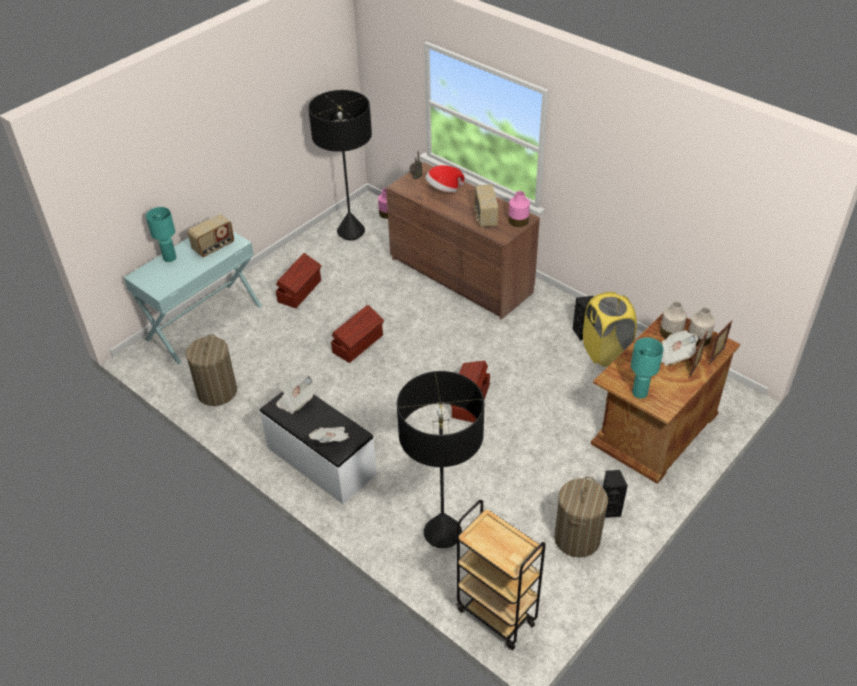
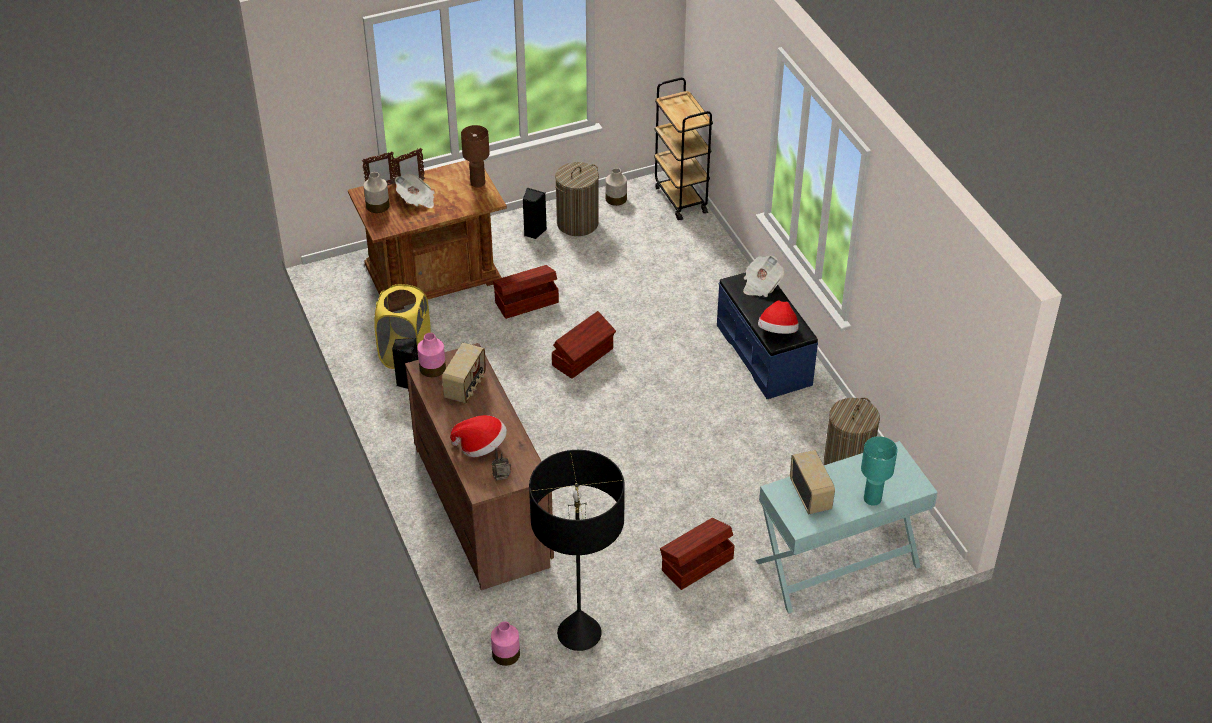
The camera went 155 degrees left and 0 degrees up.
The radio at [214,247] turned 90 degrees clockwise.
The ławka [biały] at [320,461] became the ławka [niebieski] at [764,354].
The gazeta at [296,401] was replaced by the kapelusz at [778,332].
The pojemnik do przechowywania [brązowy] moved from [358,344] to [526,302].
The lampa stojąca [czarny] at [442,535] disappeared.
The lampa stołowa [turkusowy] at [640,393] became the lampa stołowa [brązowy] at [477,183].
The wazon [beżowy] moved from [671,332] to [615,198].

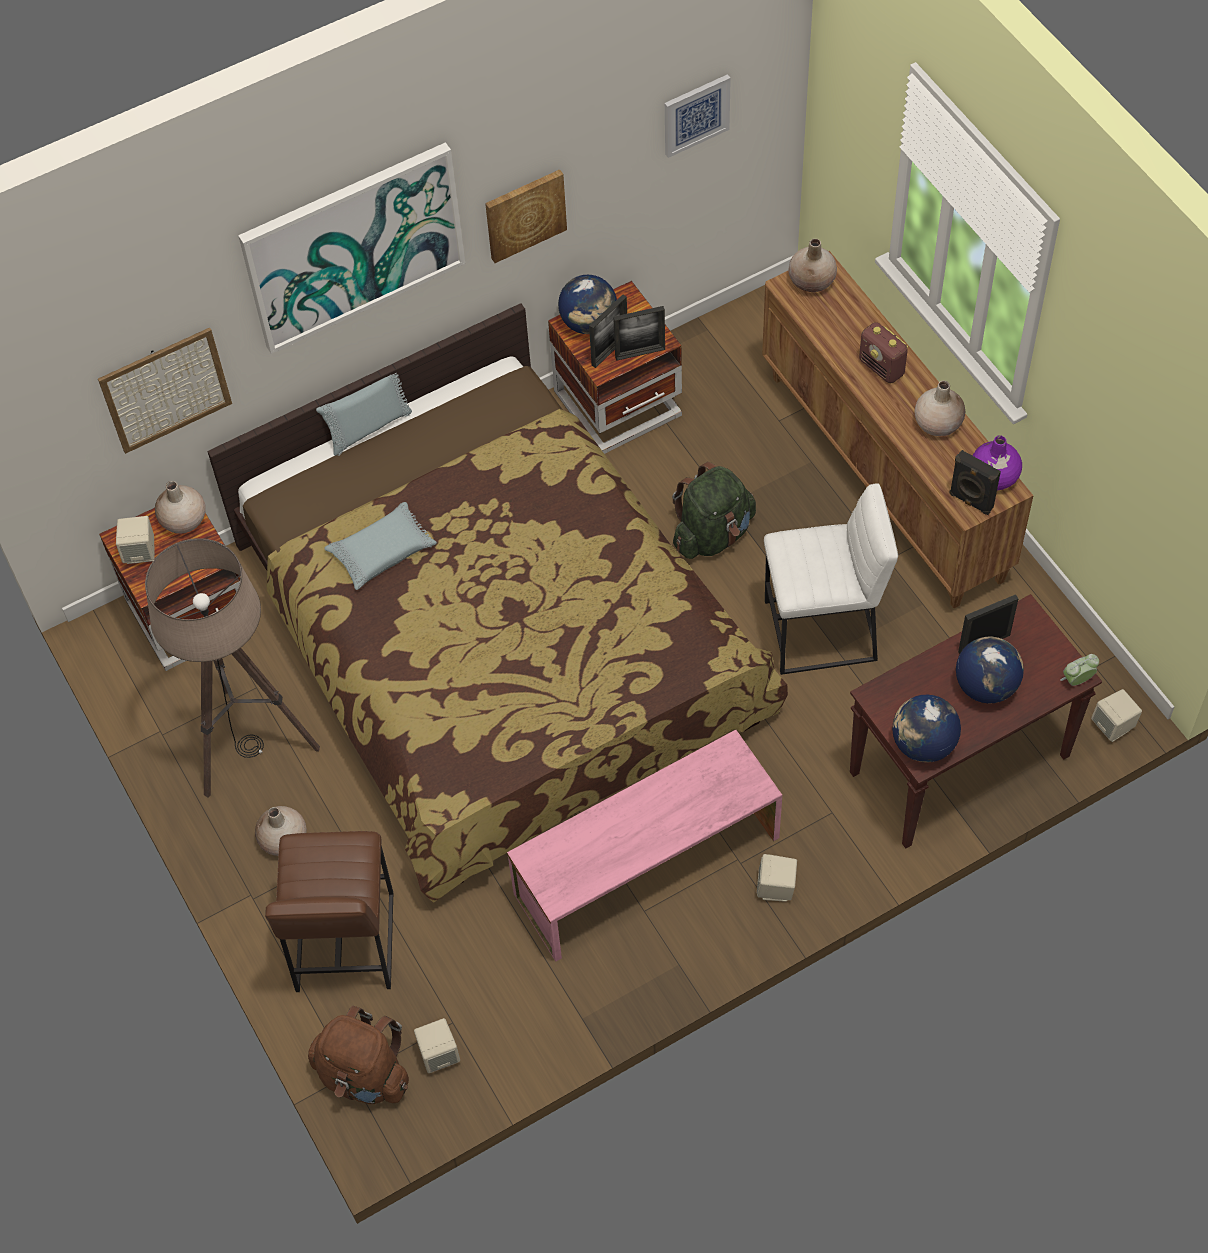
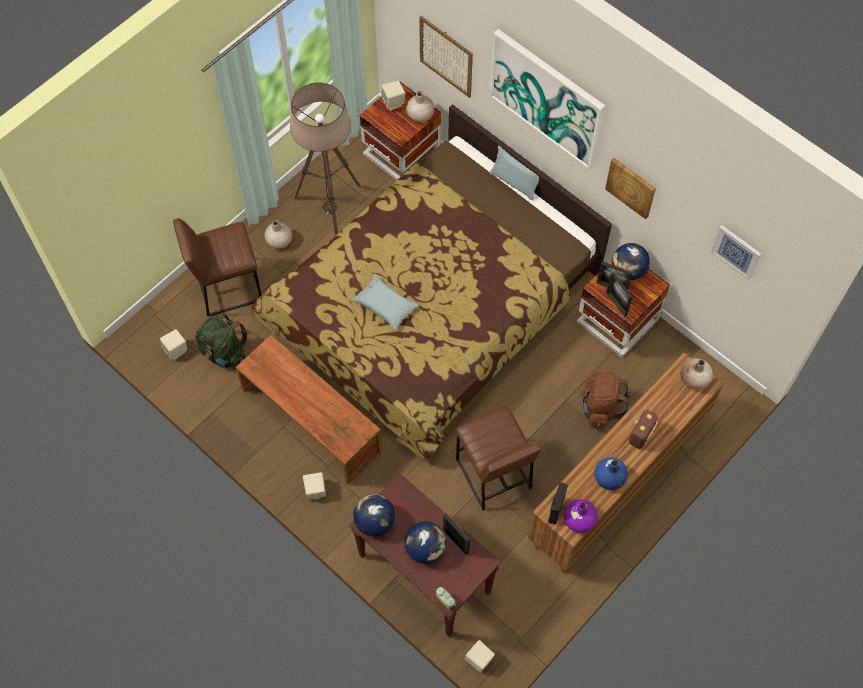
The camera went 70 degrees right and 5 degrees up.
The plecak [brązowy] moved from [364,1075] to [600,407].
The poduszka [niebieski] moved from [381,550] to [385,304].
The ławka [różowy] at [647,863] became the ławka [brązowy] at [313,420].
The plecak [zielony] moved from [713,534] to [224,353].
The krzesło [biały] at [822,630] became the krzesło [brązowy] at [494,475].
The wazon [beżowy] at [938,423] became the wazon [niebieski] at [609,478].

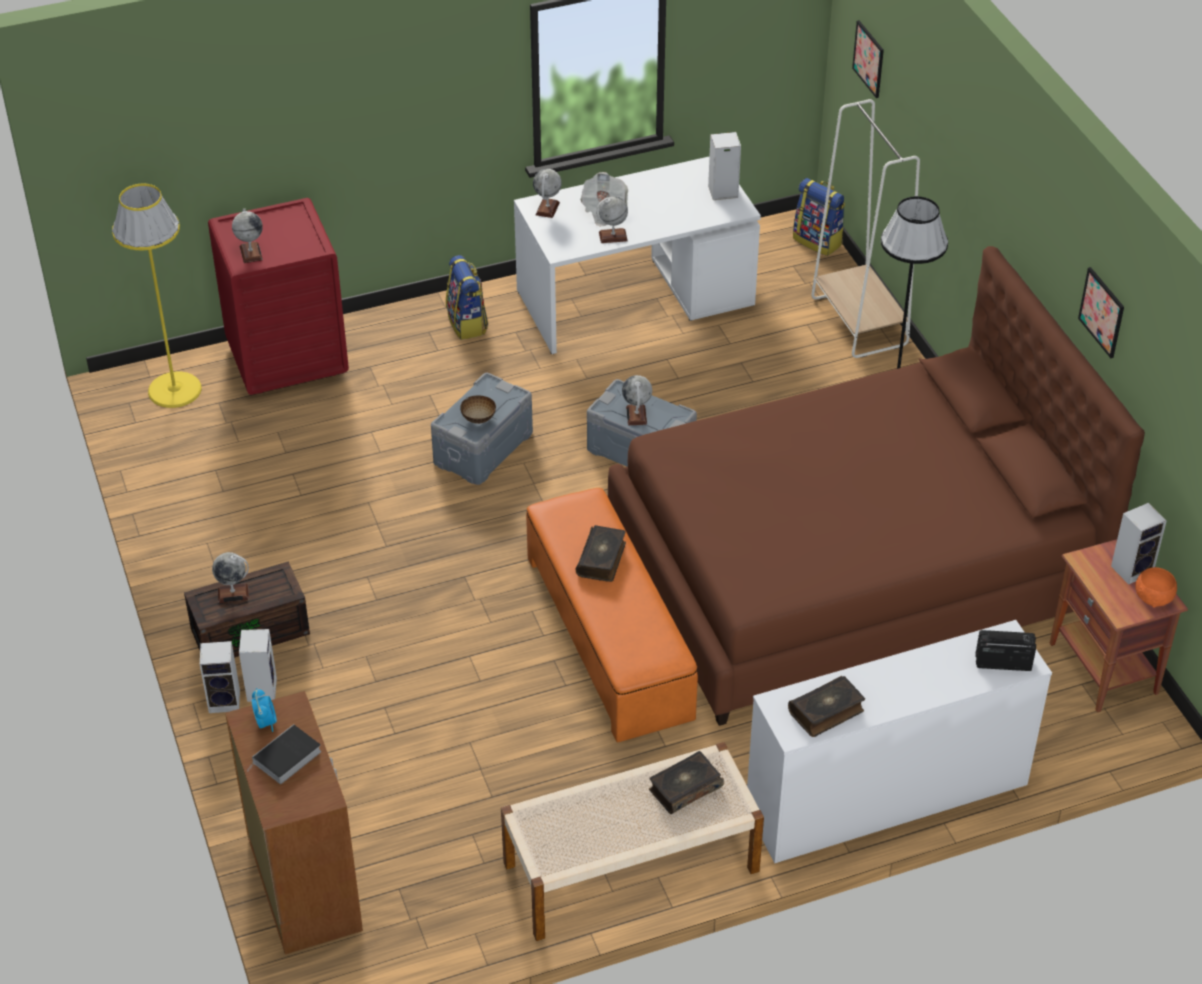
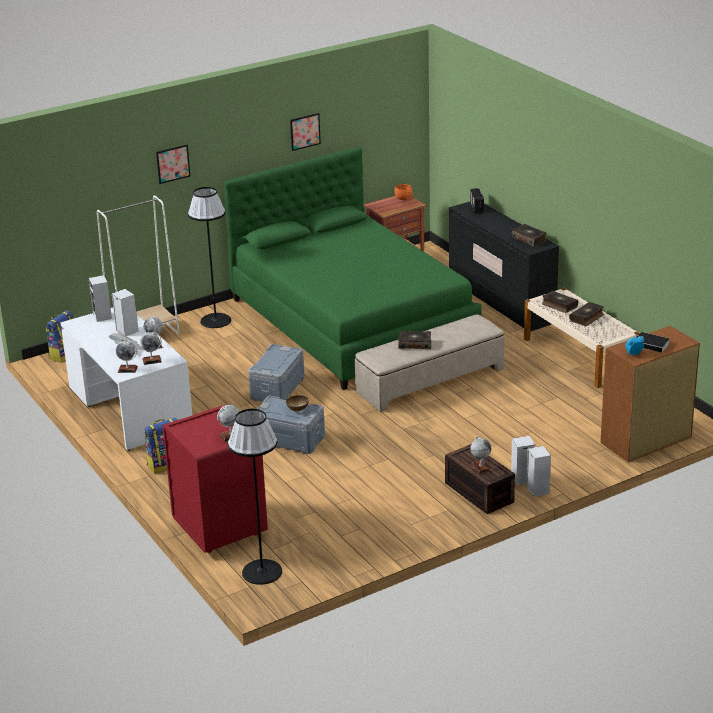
The camera went 100 degrees left and 15 degrees down.
The lampa stojąca [żółty] at [174,390] became the lampa stojąca [czarny] at [262,572].
The ławka [pomarańczowy] at [610,637] became the ławka [beżowy] at [430,380].
The łóżko [brązowy] at [853,569] became the łóżko [zielony] at [352,321].
The globus moved from [636,415] to [152,360].
The komoda [biały] at [886,797] became the komoda [czarny] at [501,302].
The obraz moved from [868,58] to [173,164].
The głośnik moved from [1132,569] to [126,331].
The książka at [587,318] appeared.

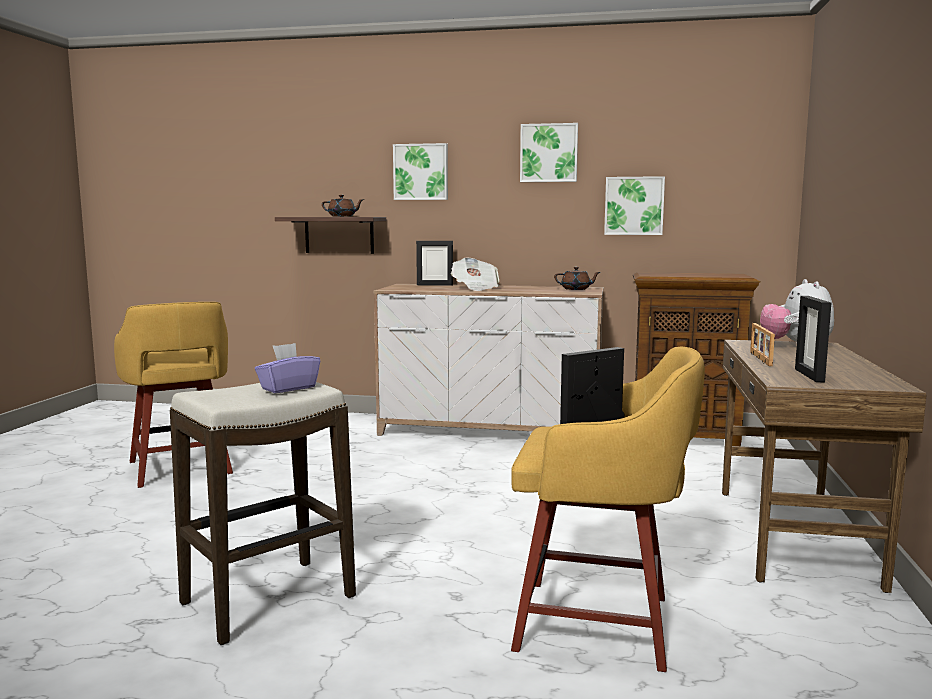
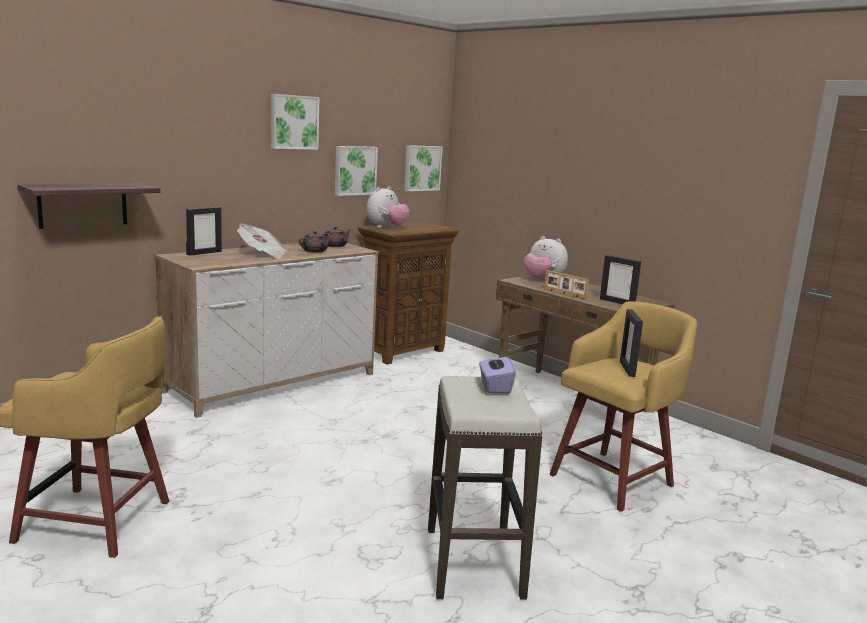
The camera went 55 degrees left and 5 degrees up.
The imbryk [brązowy] moved from [342,216] to [315,251].
The obraz moved from [421,172] to [421,168].
The pluszak at [386,228] appeared.

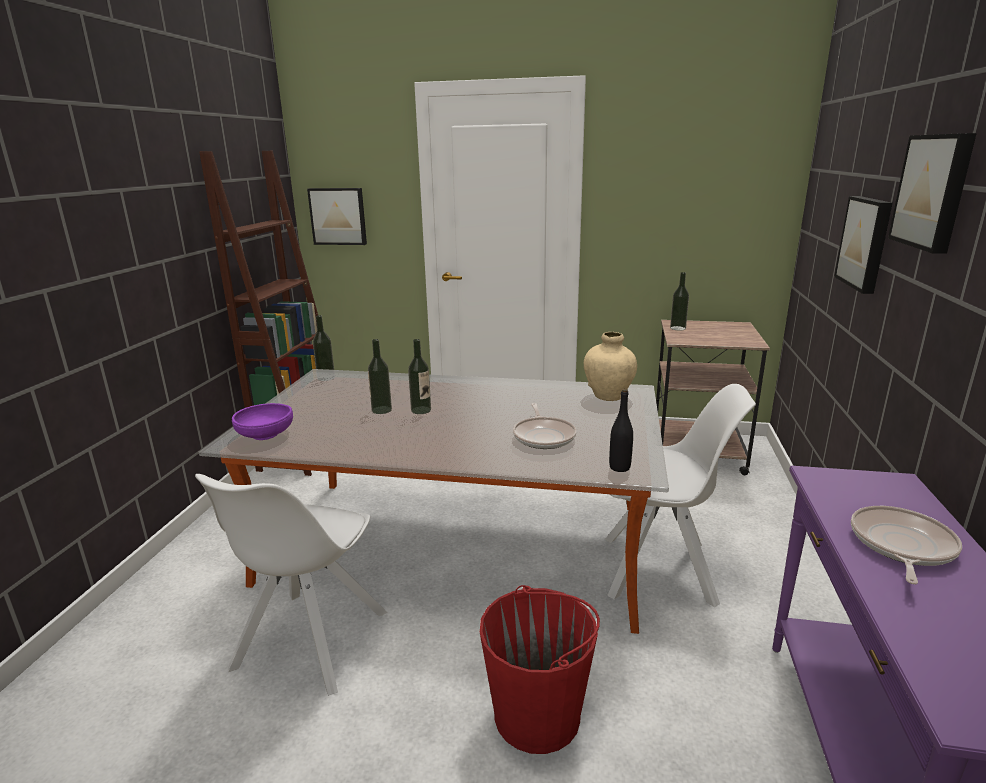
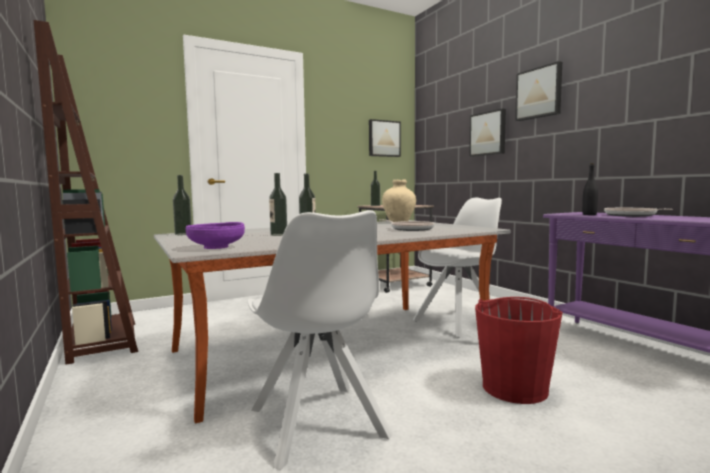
The camera went 40 degrees left and 15 degrees down.
The obraz moved from [338,216] to [383,138].
The butelka [czarny] moved from [619,467] to [589,214].

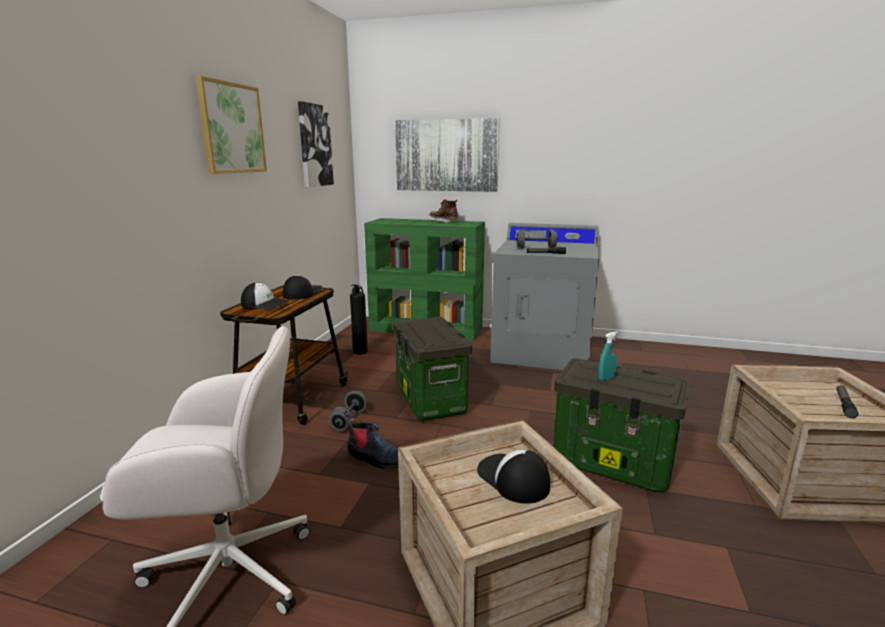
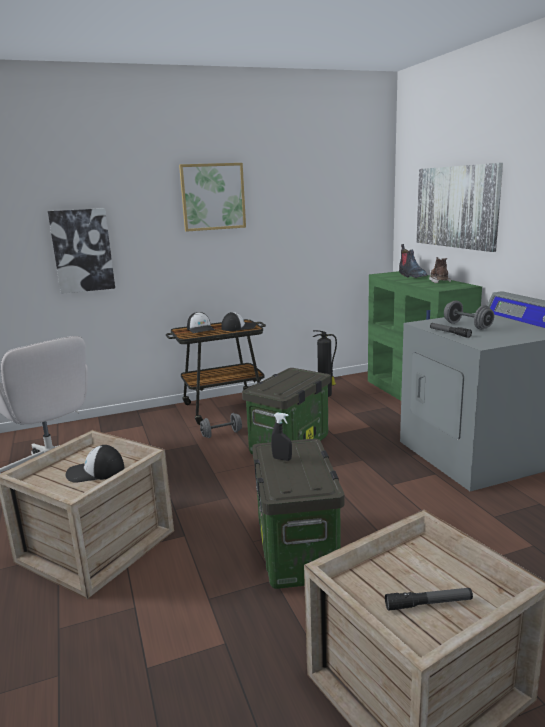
The camera went 55 degrees right and 0 degrees up.
The obraz moved from [314,145] to [82,250].
The but z cholewką moved from [376,458] to [411,275].
The czapka z daszkiem at [512,479] turned 120 degrees counterclockwise.
The spryskiwacz [turkusowy] at [606,378] became the spryskiwacz [czarny] at [282,459].

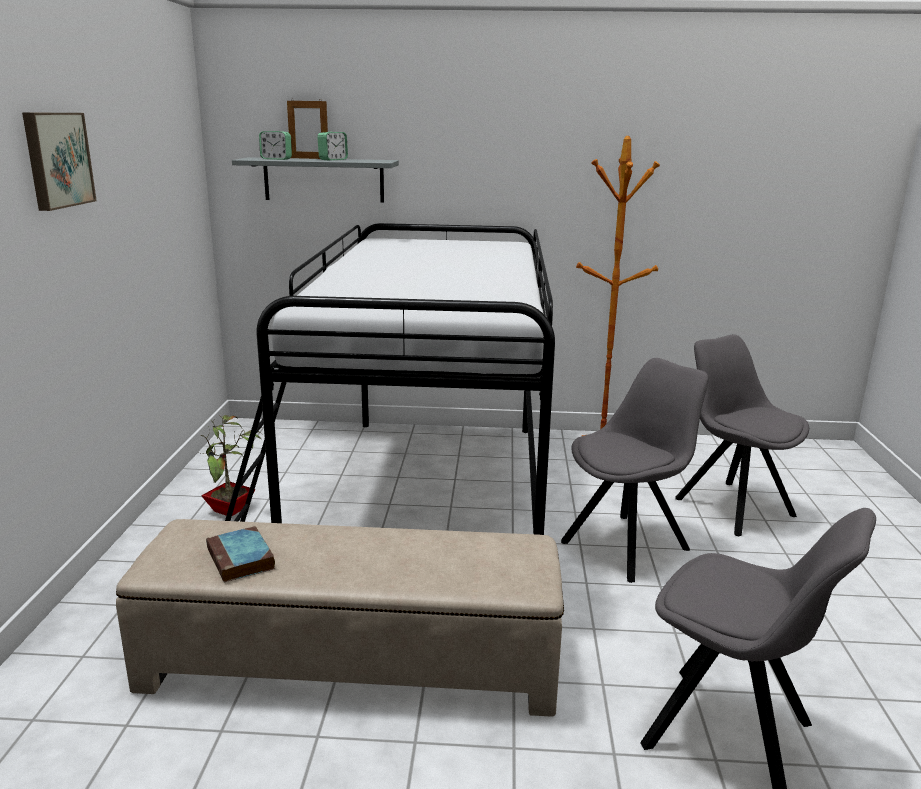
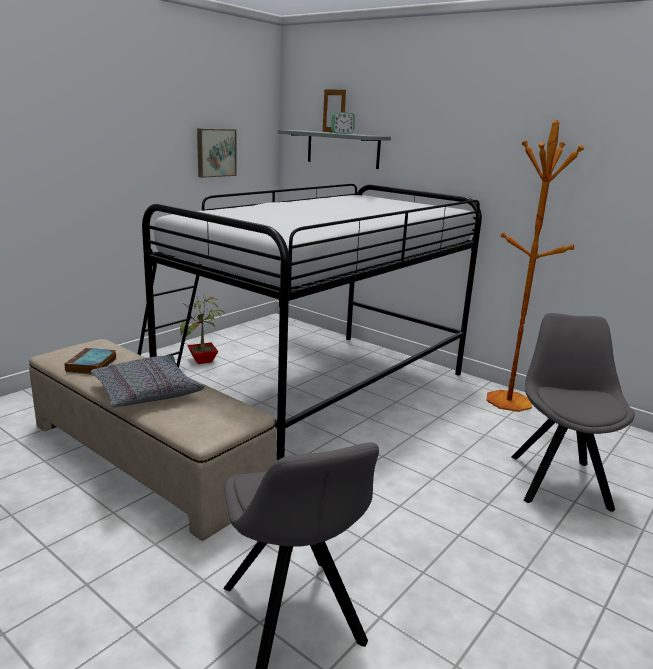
The camera went 35 degrees right and 0 degrees up.
The obraz moved from [56,160] to [215,152].
The budzik at [276,159] disappeared.
The krzesło [szary] at [626,546] disappeared.
The poduszka [szary] at [146,392] appeared.

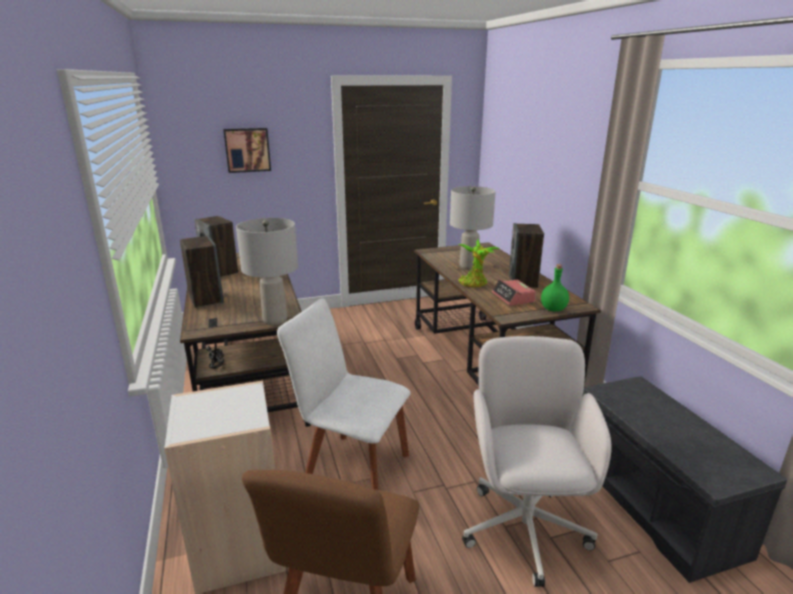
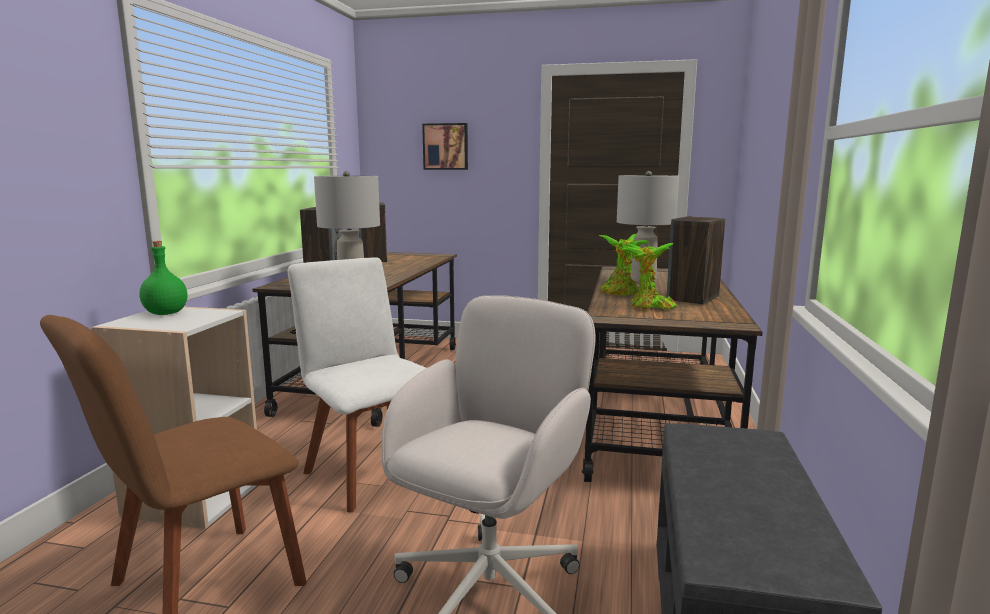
The camera went 30 degrees right and 10 degrees down.
The budzik at [513,298] was replaced by the roślina doniczkowa at [649,307].
The butelka [zielony] moved from [553,309] to [165,313].

